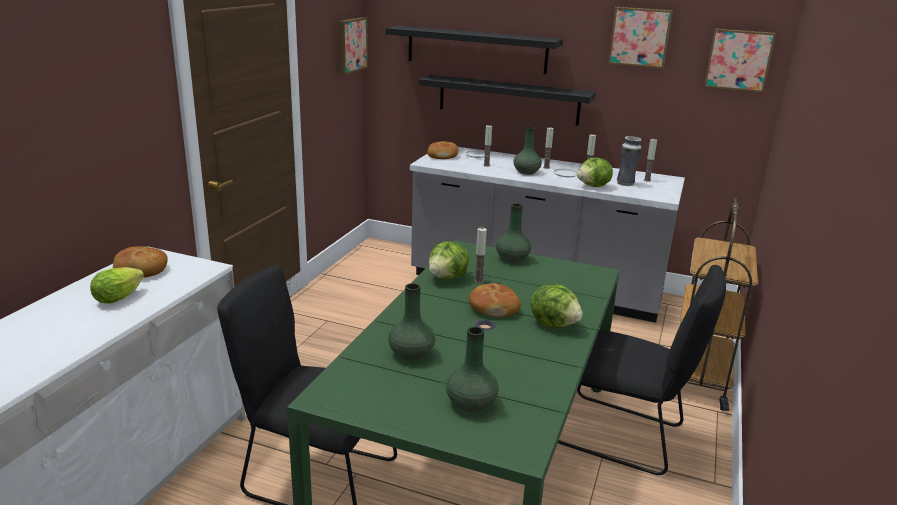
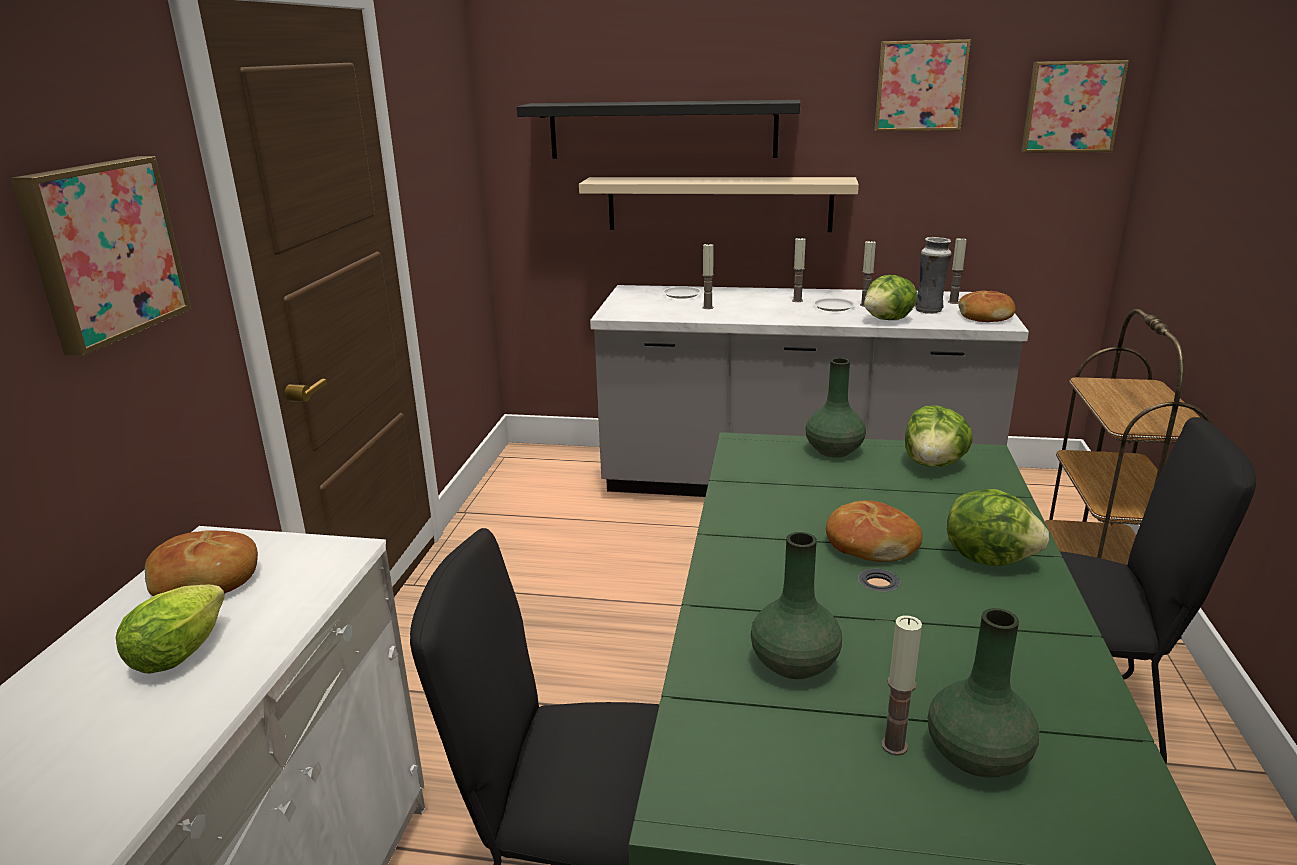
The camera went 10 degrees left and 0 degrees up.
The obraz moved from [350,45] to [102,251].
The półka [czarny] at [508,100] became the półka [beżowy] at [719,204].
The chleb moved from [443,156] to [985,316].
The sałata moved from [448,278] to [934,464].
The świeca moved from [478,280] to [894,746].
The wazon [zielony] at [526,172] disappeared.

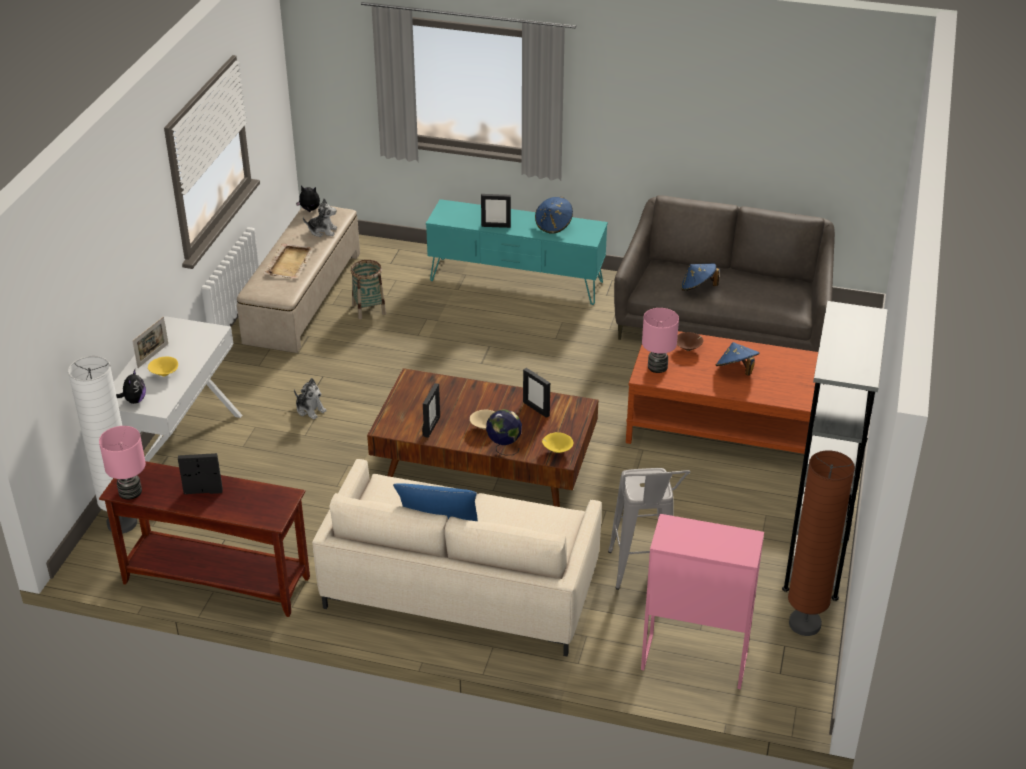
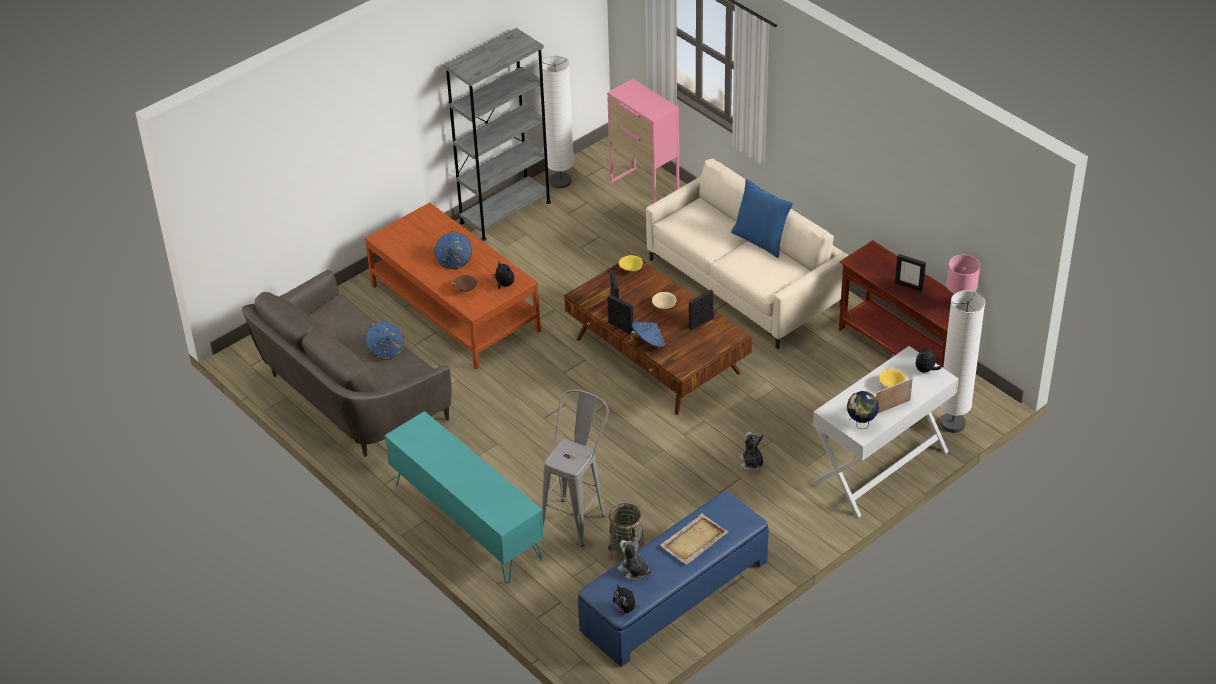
The camera went 145 degrees left and 5 degrees up.
The ławka [beżowy] at [303,296] became the ławka [niebieski] at [674,596].
The ramka na zdjęcie moved from [496,225] to [620,327].
The globus moved from [504,448] to [861,424].
The kapelusz [niebieski] moved from [554,225] to [648,343].
The stołek [szary] moved from [642,577] to [577,516].
The lampa stołowa [różowy] at [657,367] was replaced by the pluszak at [504,285].
The lampa stojąca [brązowy] at [805,624] became the lampa stojąca [biały] at [560,182].

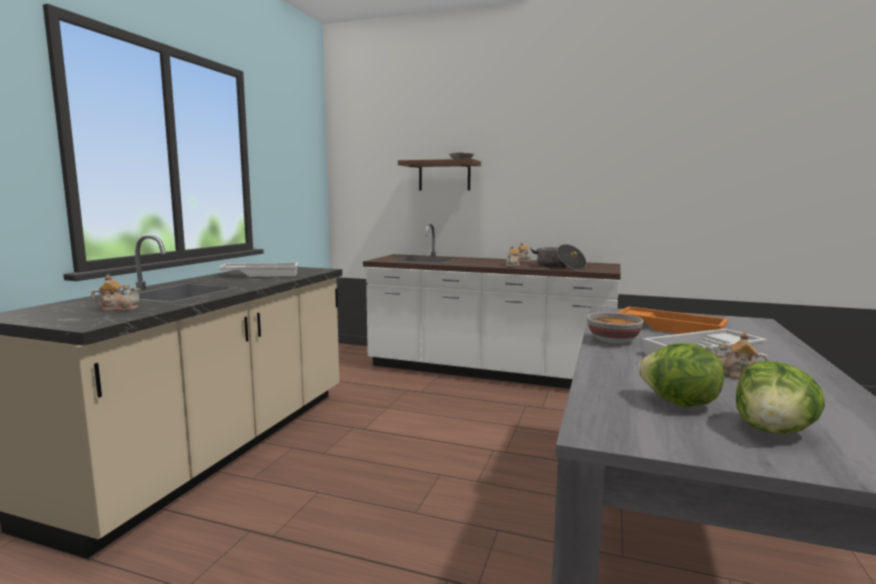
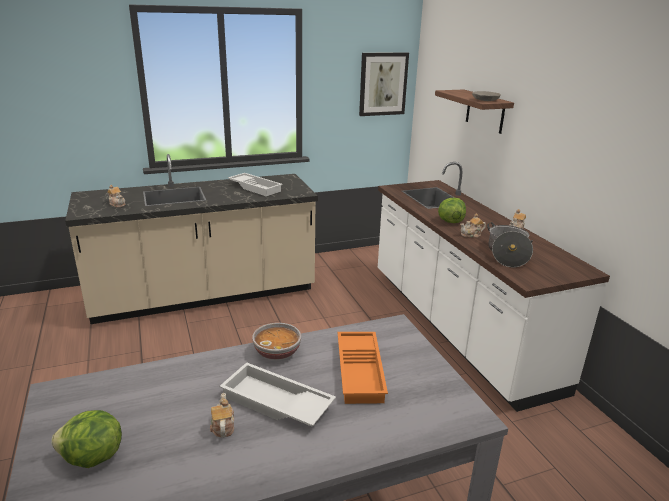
The camera went 50 degrees right and 15 degrees up.
The sałata moved from [679,403] to [450,221].
The obraz at [383,84] appeared.

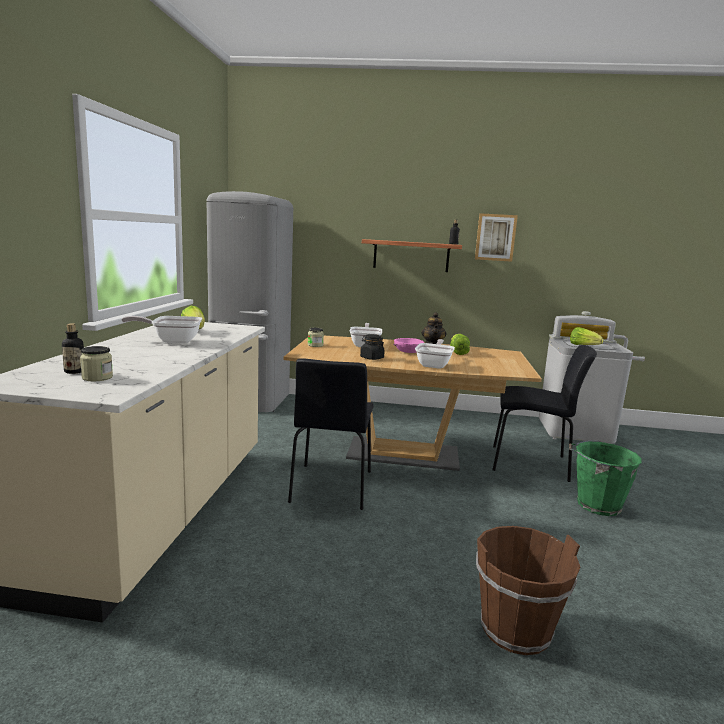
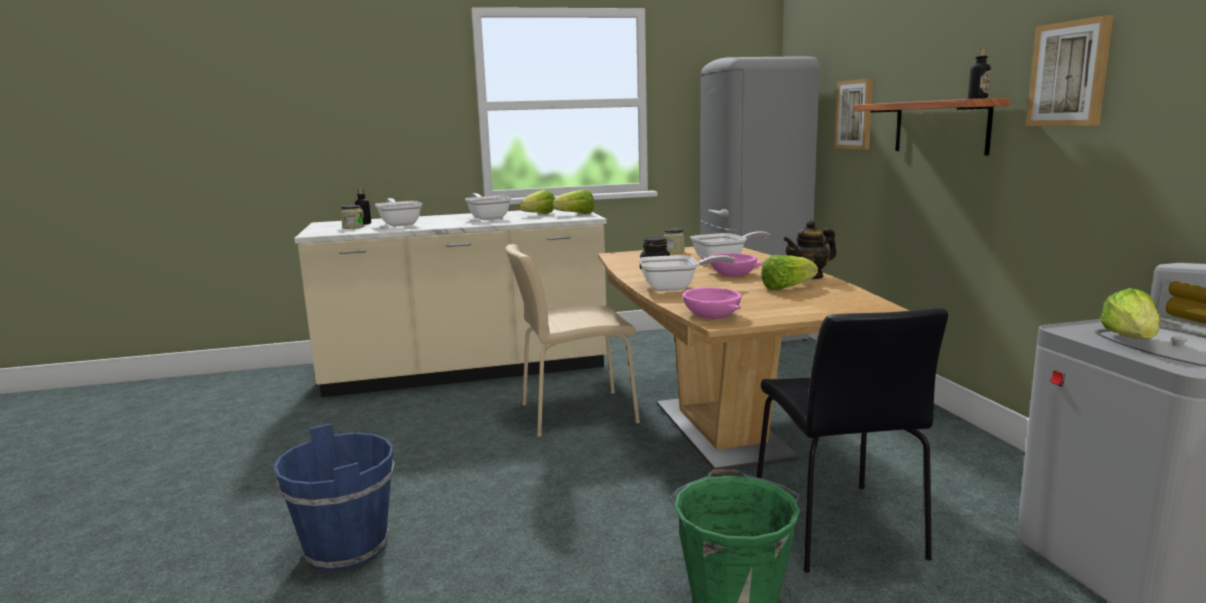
The camera went 70 degrees right and 0 degrees up.
The krzesło [czarny] at [331,488] became the krzesło [beżowy] at [573,414].
The wiadro [brązowy] at [515,629] became the wiadro [niebieski] at [347,549].
The patelnia at [399,224] appeared.
The sałata at [576,214] appeared.
The miska [różowy] at [712,314] appeared.
The obraz at [855,114] appeared.

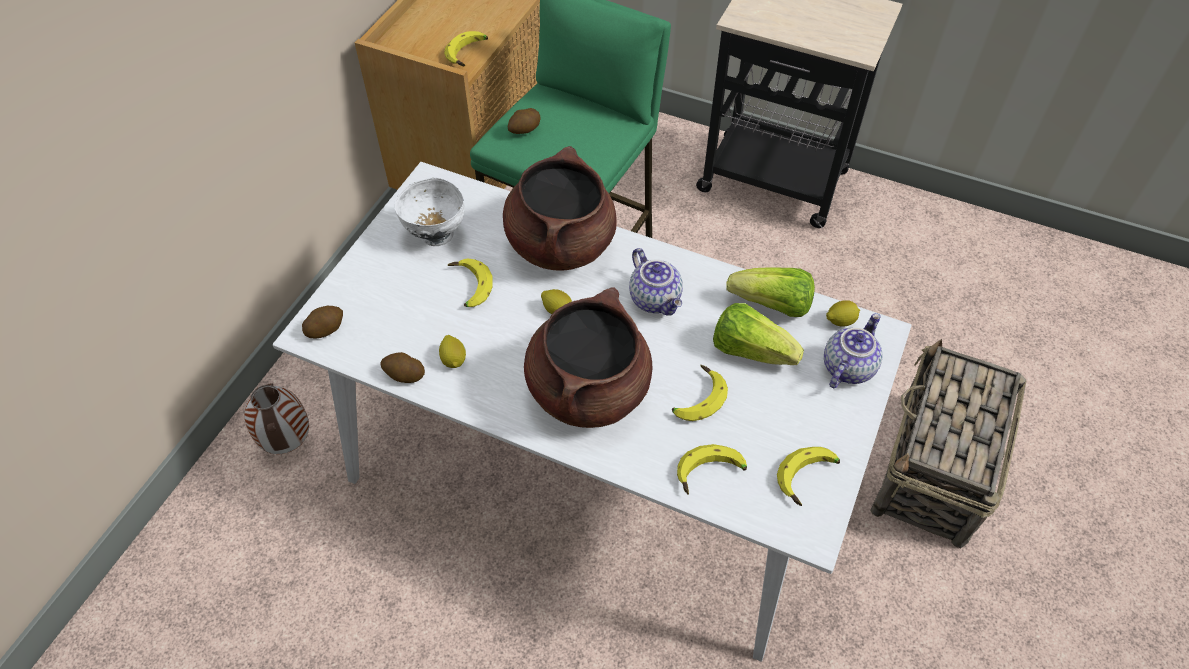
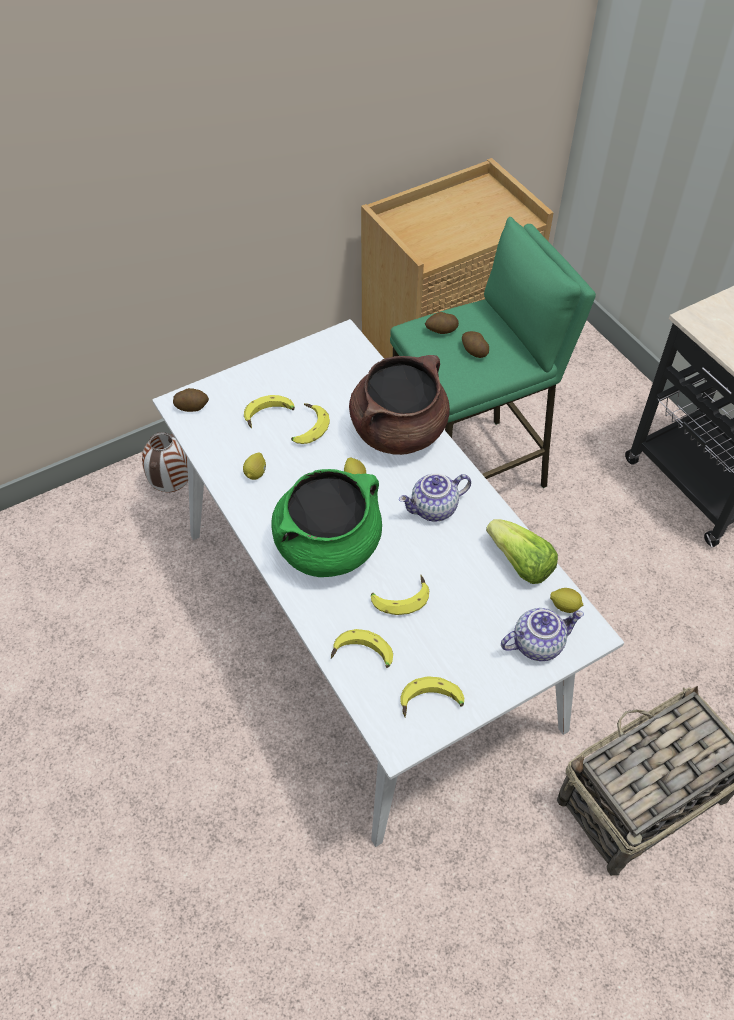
The camera went 35 degrees right and 0 degrees up.
The ziemniak moved from [404,375] to [474,351].
The miska [biały] at [436,235] disappeared.
The banan moved from [469,54] to [269,416].
The garnek [brązowy] at [588,389] became the garnek [zielony] at [328,546].
The imbryk at [656,299] turned 60 degrees clockwise.
The sałata at [750,350] disappeared.

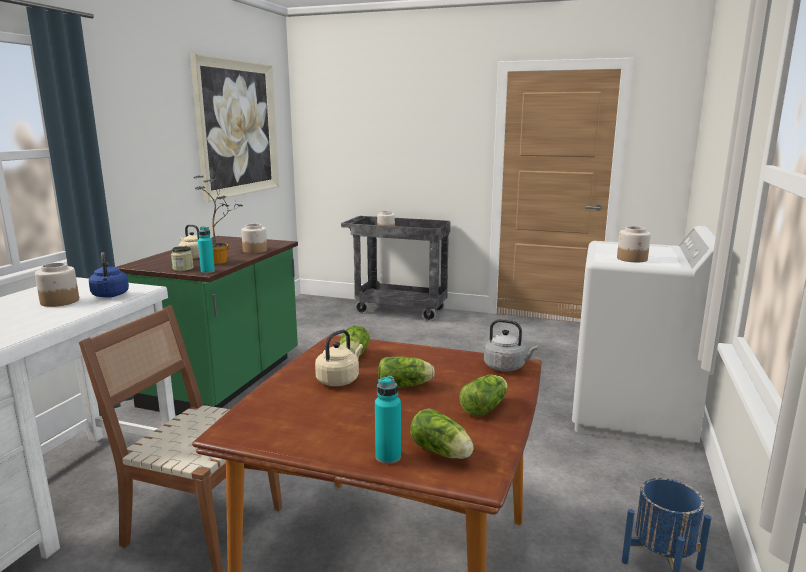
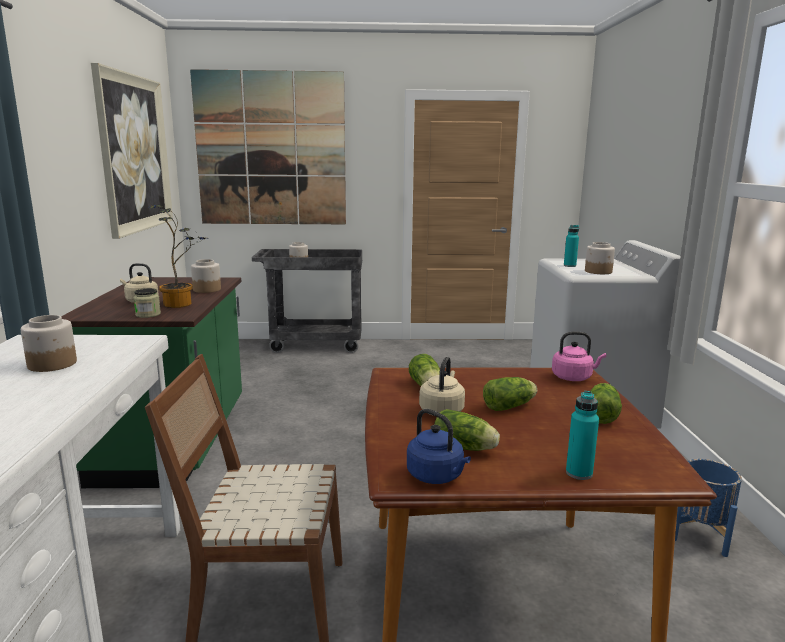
The camera went 20 degrees left and 0 degrees up.
The czajnik [niebieski] moved from [110,295] to [437,476].
The butelka [turkusowy] moved from [207,271] to [569,266].
The sałata moved from [442,453] to [466,448].
The czajnik [szary] at [506,367] became the czajnik [różowy] at [573,377].
The obraz at [271,149] appeared.

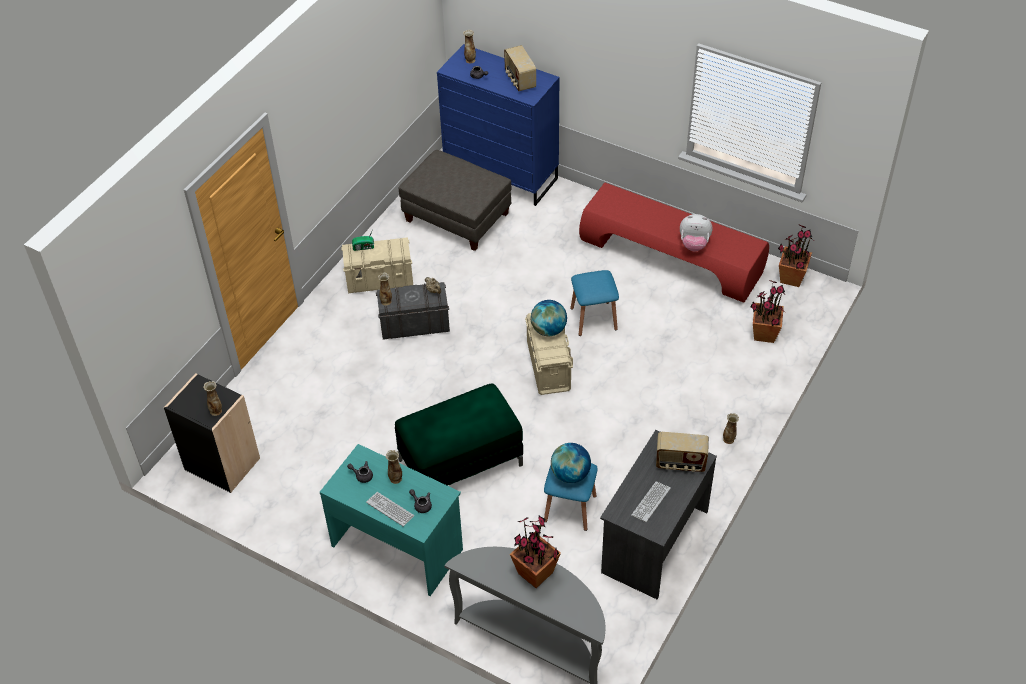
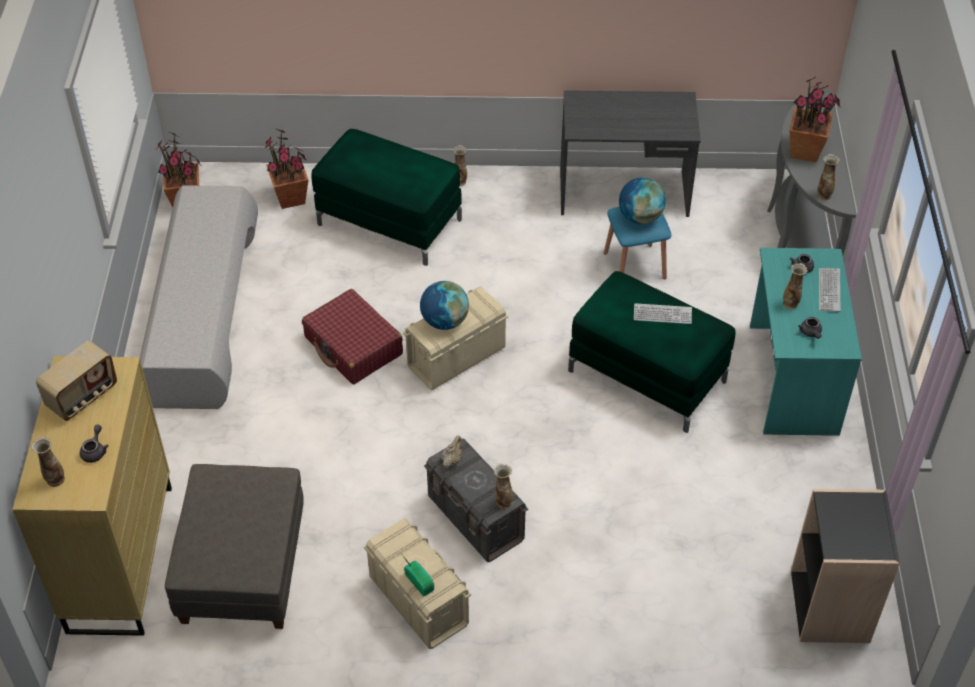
The camera went 120 degrees left and 0 degrees up.
The wazon moved from [216,411] to [824,195].
The komoda [niebieski] at [501,174] became the komoda [beżowy] at [119,558].
The stołek [niebieski] at [593,318] was replaced by the walizka [czerwony] at [353,346].
The ławka [czerwony] at [671,256] became the ławka [szary] at [203,313].
The klawiatura moved from [651,502] to [662,314].
The radio at [680,463] disappeared.
The pluszak at [694,244] disappeared.
The pufa [zielony] at [388,222] appeared.

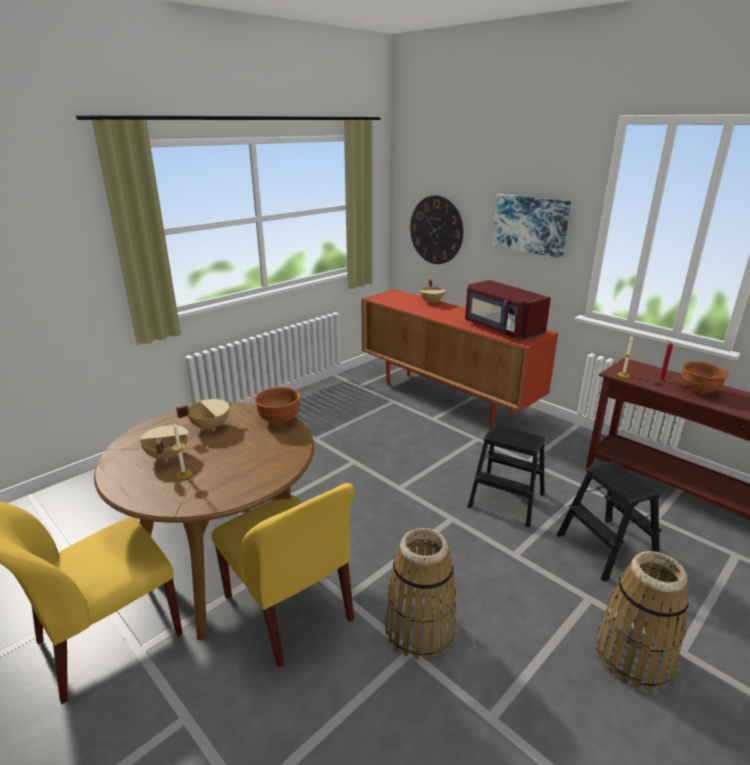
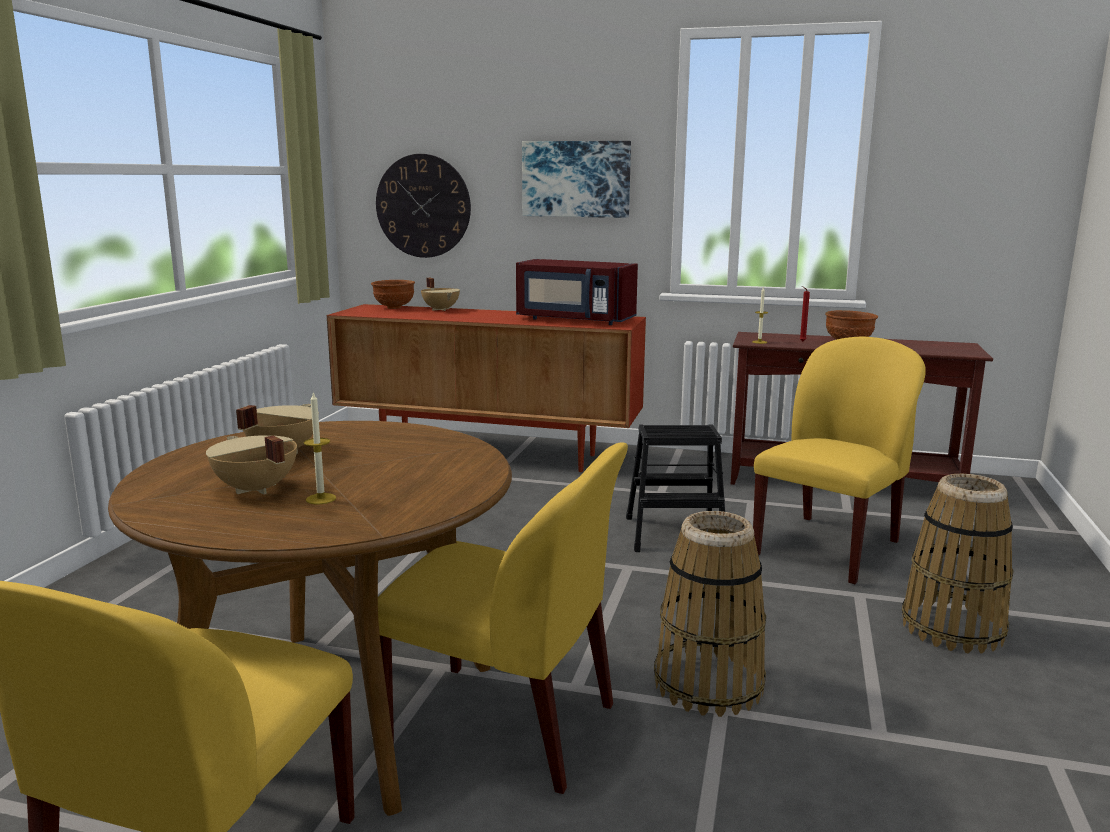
The camera went 30 degrees left and 10 degrees down.
The miska [brązowy] moved from [279,420] to [393,307].
The drabinka [czarny] at [606,548] was replaced by the krzesło [żółty] at [829,547].

